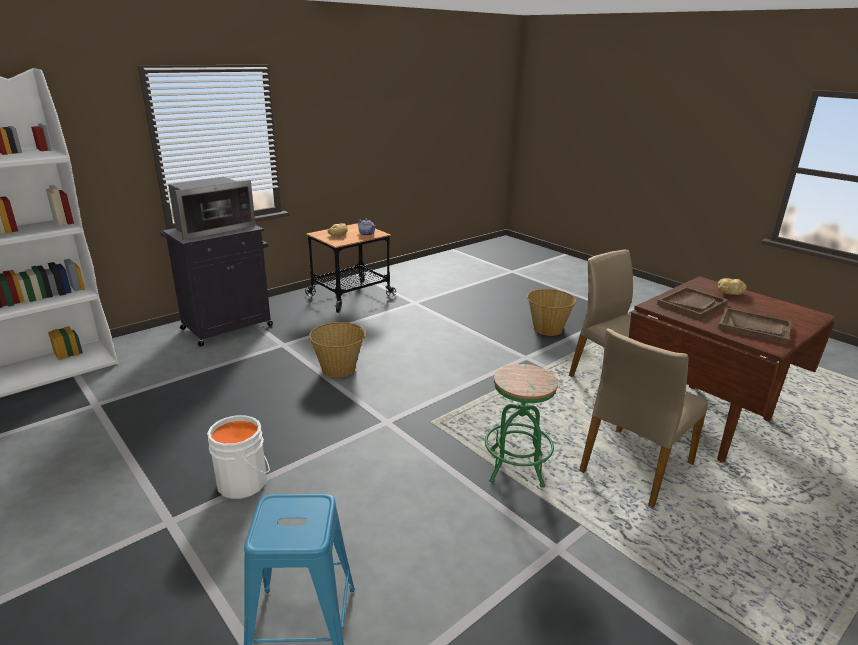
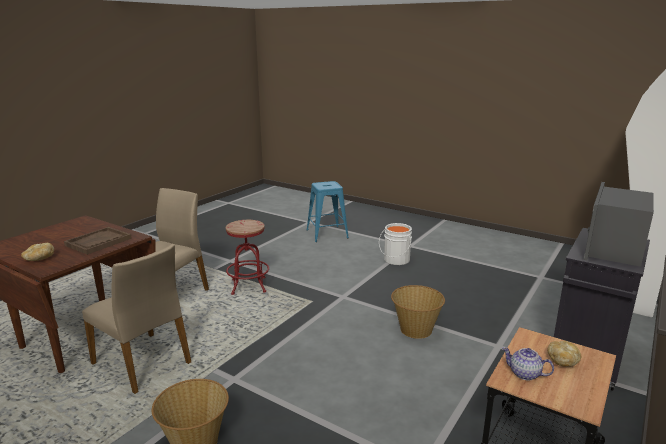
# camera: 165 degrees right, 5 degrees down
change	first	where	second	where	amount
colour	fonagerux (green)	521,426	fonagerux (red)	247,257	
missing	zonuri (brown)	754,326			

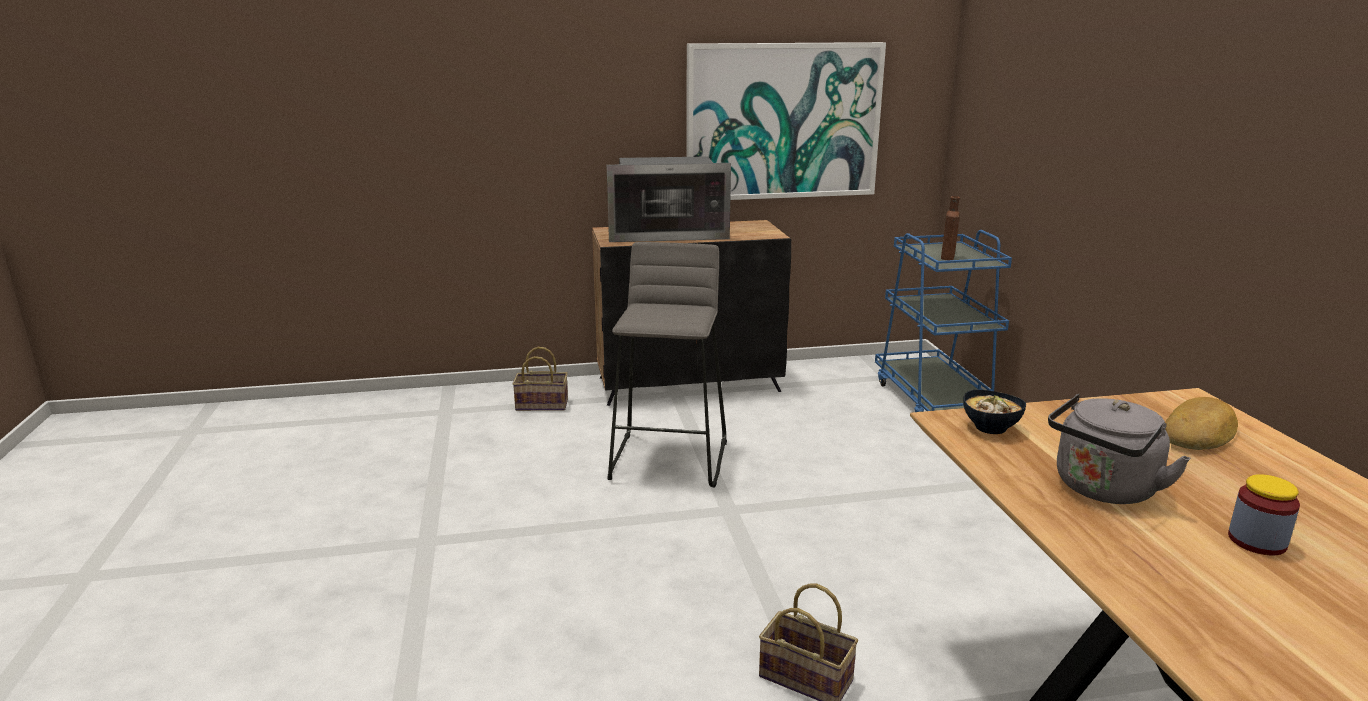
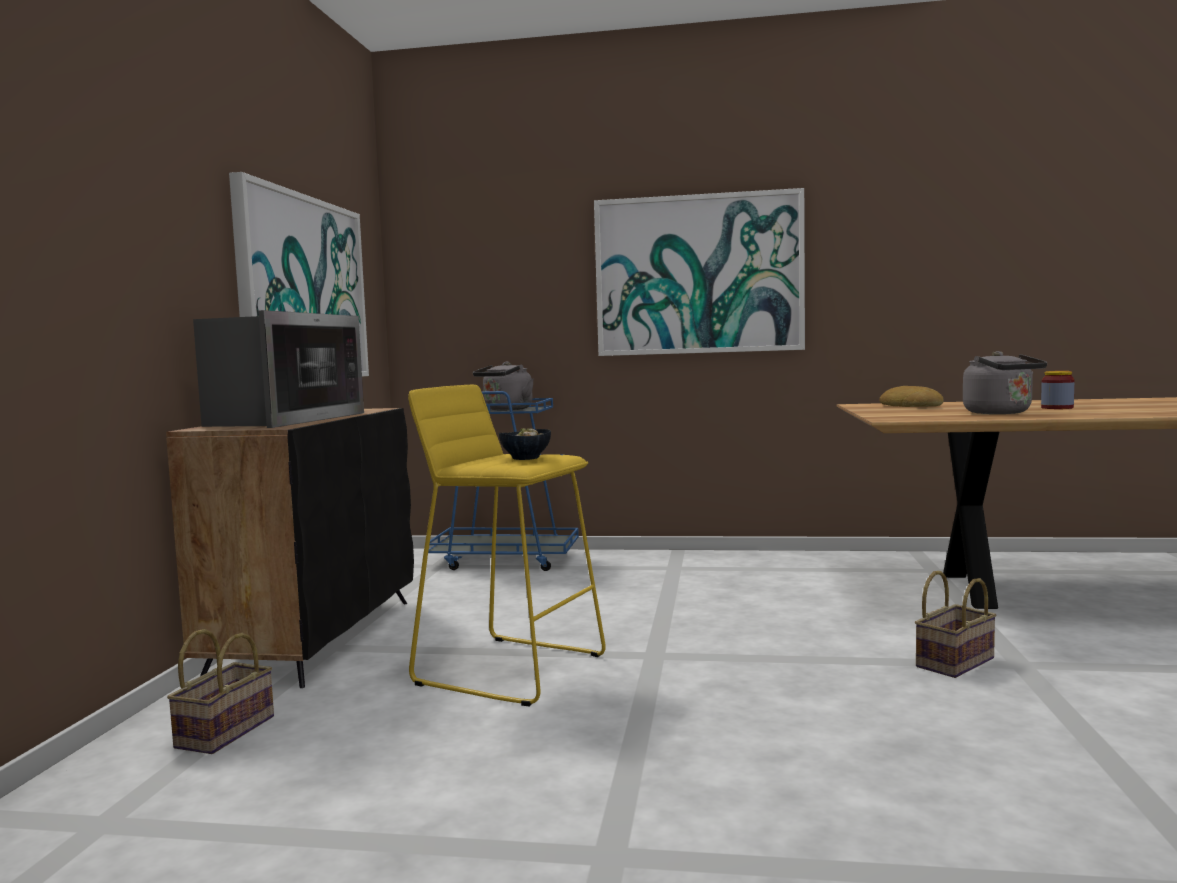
# camera: 70 degrees left, 15 degrees down
change	first	where	second	where	amount
colour	fonagerux (grey)	667,365	fonagerux (yellow)	507,545	
exchanged	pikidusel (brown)	950,228	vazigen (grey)	503,386	
relocated	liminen	994,411		525,444	
appeared			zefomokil	699,272	

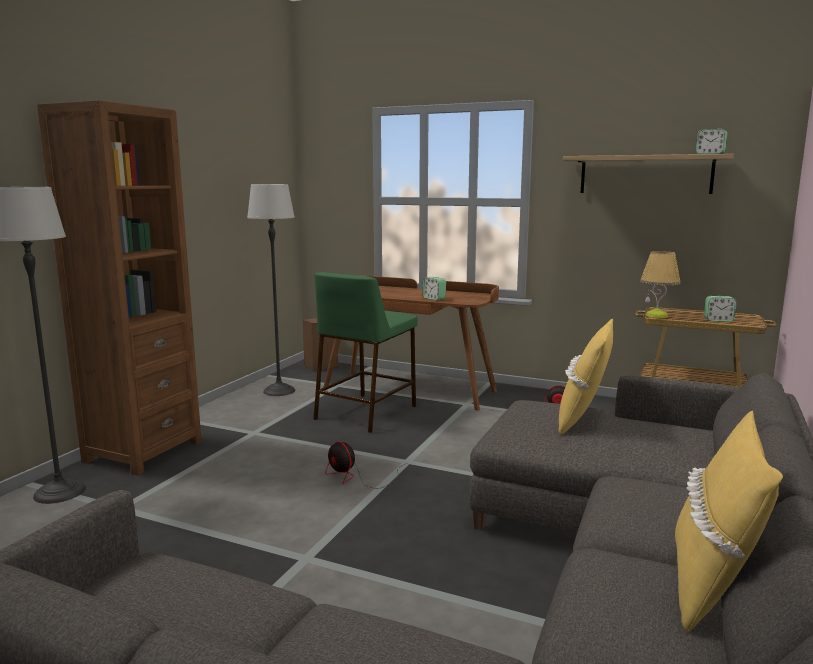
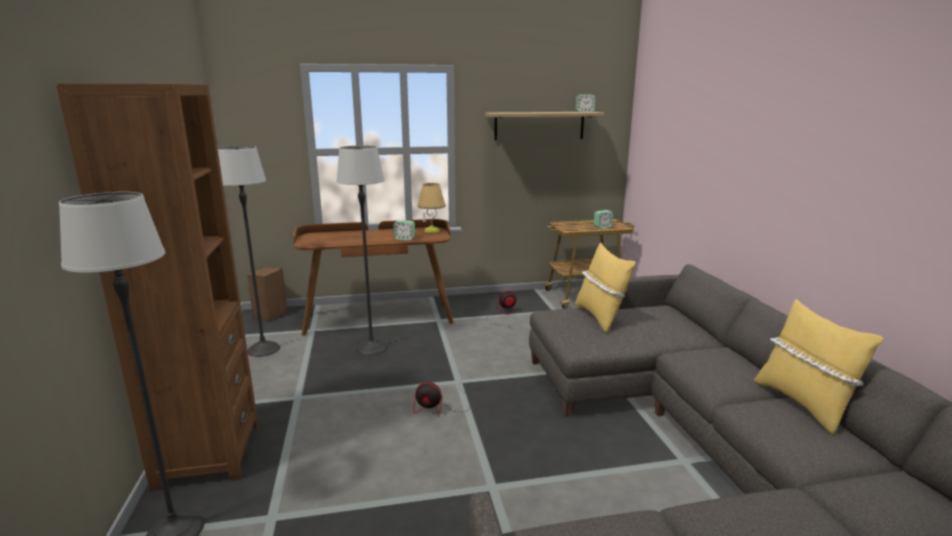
# camera: 35 degrees left, 5 degrees up
change	first	where	second	where	amount
exchanged	fonagerux (green)	365,352	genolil	361,251	
relocated	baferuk	660,284		431,208	

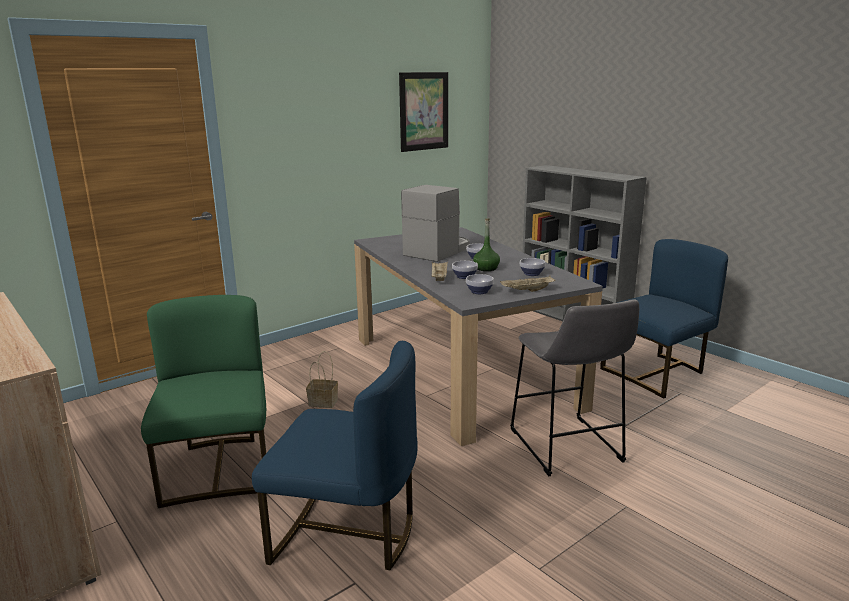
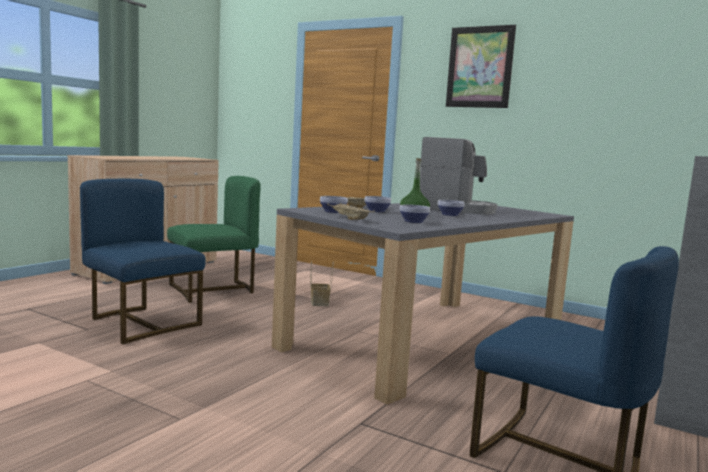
# camera: 70 degrees right, 10 degrees down
change	first	where	second	where	amount
spun	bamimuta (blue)	334,455		143,261	135 degrees clockwise
relocated	zefomokil	423,112		481,66	
missing	fonagerux (grey)	574,387			

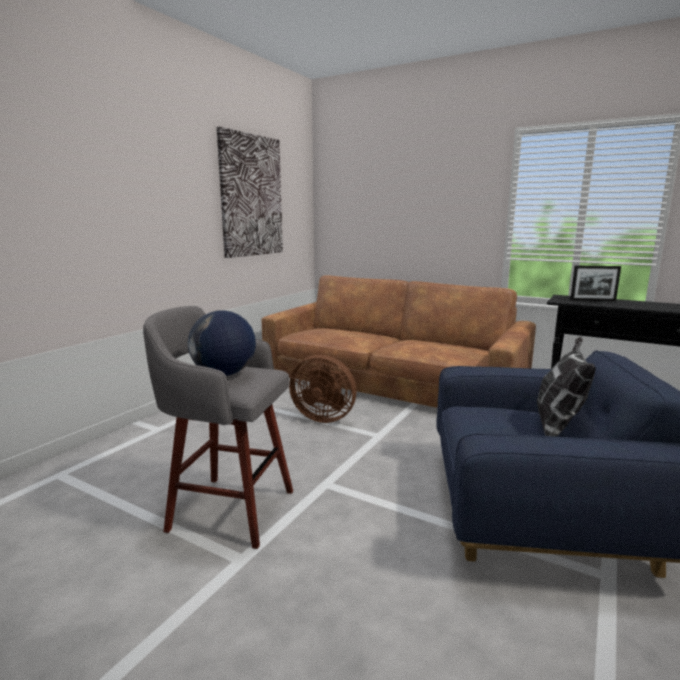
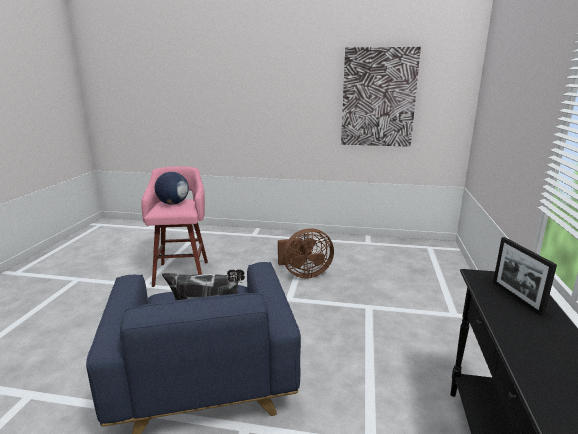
# camera: 70 degrees right, 5 degrees up
change	first	where	second	where	amount
colour	fonagerux (grey)	218,427	fonagerux (pink)	174,226	
missing	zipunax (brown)	399,341			
spun	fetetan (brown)	323,389		306,253	105 degrees counterclockwise

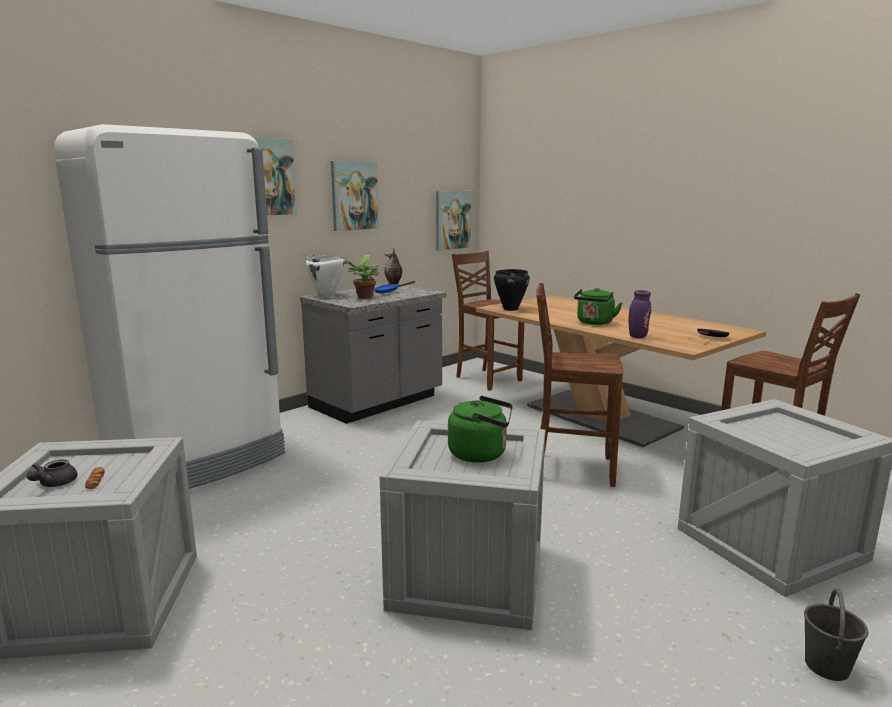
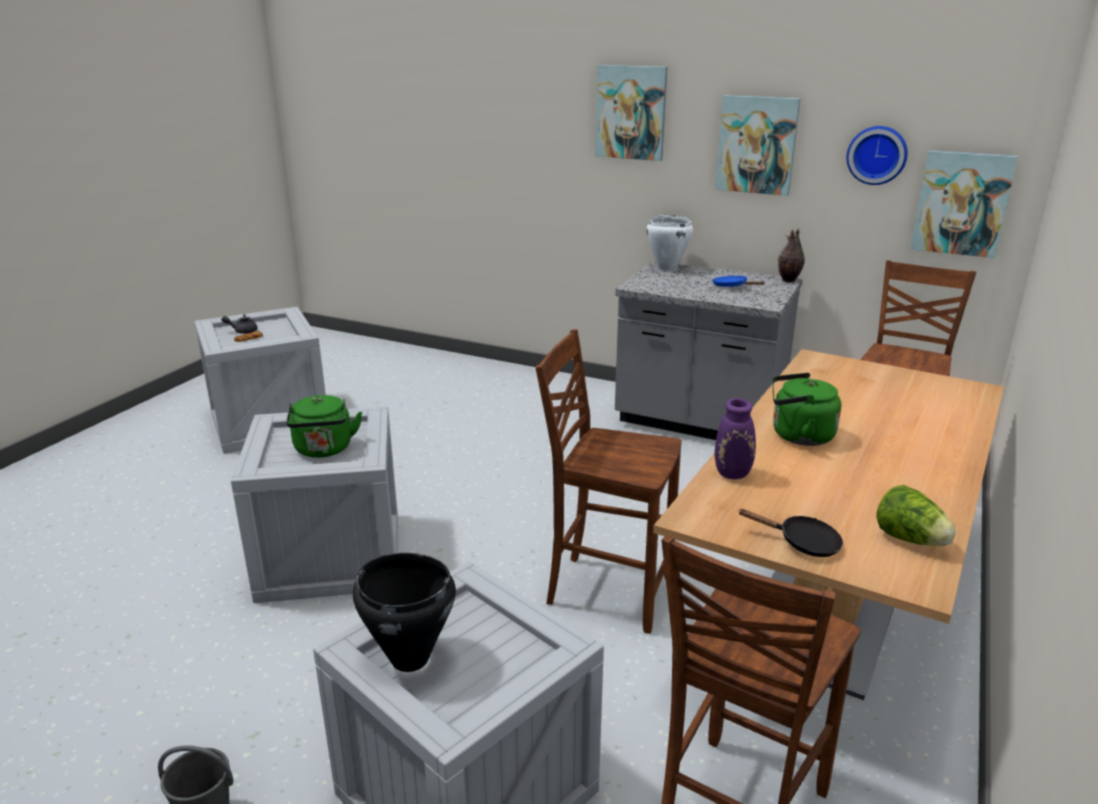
# camera: 70 degrees right, 10 degrees up
change	first	where	second	where	amount
missing	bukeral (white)	169,306			
missing	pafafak	361,277			
relocated	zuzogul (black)	512,290		404,612	
spun	bamimuta (brown)	579,385		609,481	60 degrees counterclockwise
appeared			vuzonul	877,155	
appeared			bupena	916,515	

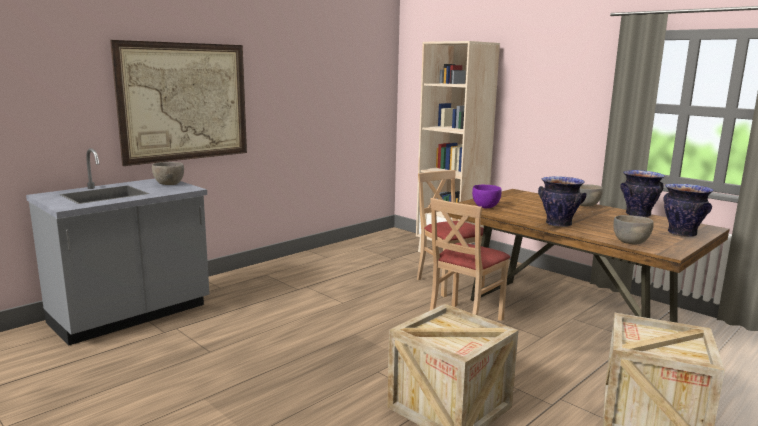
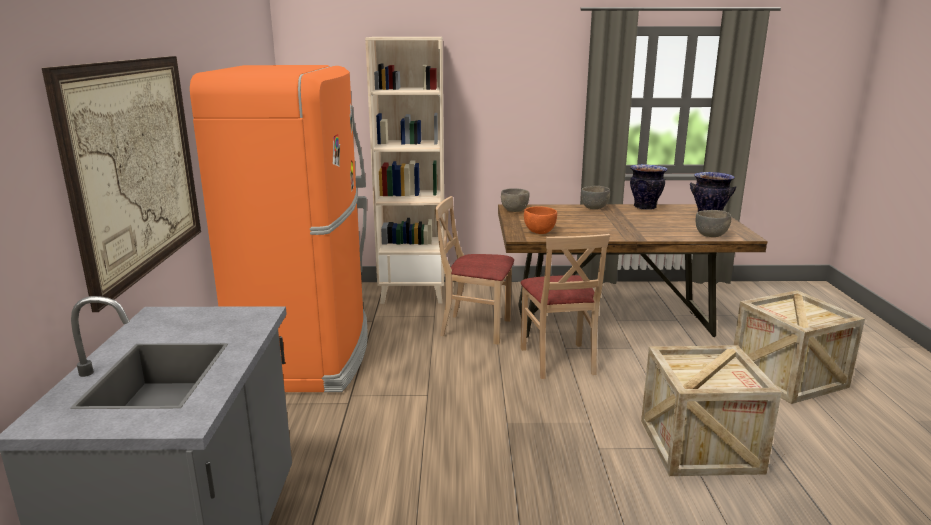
# camera: 45 degrees left, 5 degrees up
change	first	where	second	where	amount
relocated	liminen (grey)	168,173		515,200	
colour	liminen (purple)	487,196	liminen (orange)	540,220	
missing	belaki	562,201			
appeared			bukeral (orange)	279,228	

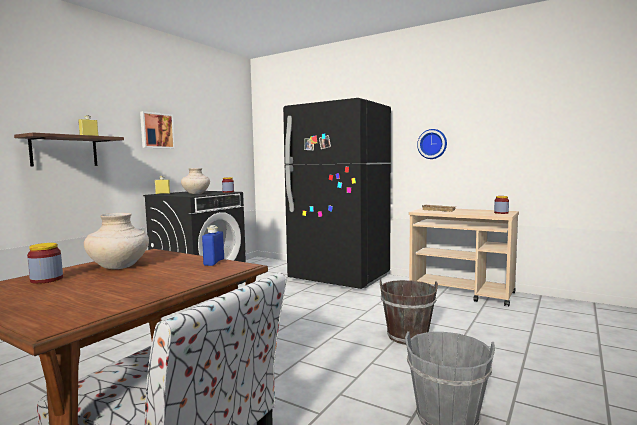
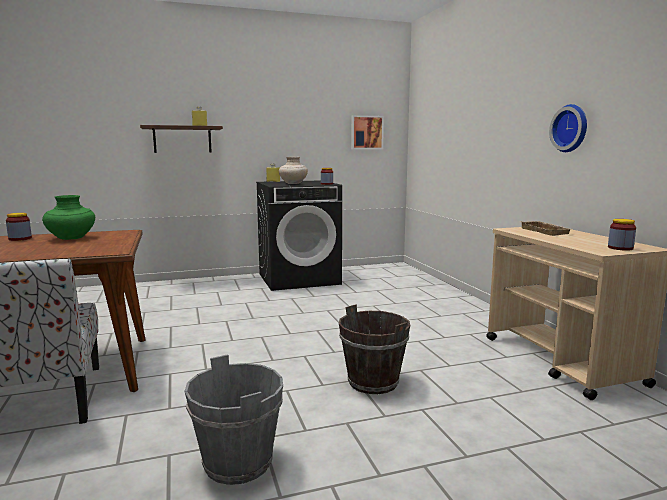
# camera: 40 degrees right, 5 degrees up
change	first	where	second	where	amount
colour	belaki (beige)	116,241	belaki (green)	68,217	
relocated	zefomokil	157,130		367,132	
missing	pikidusel (blue)	213,245			
missing	bukeral (black)	337,193			

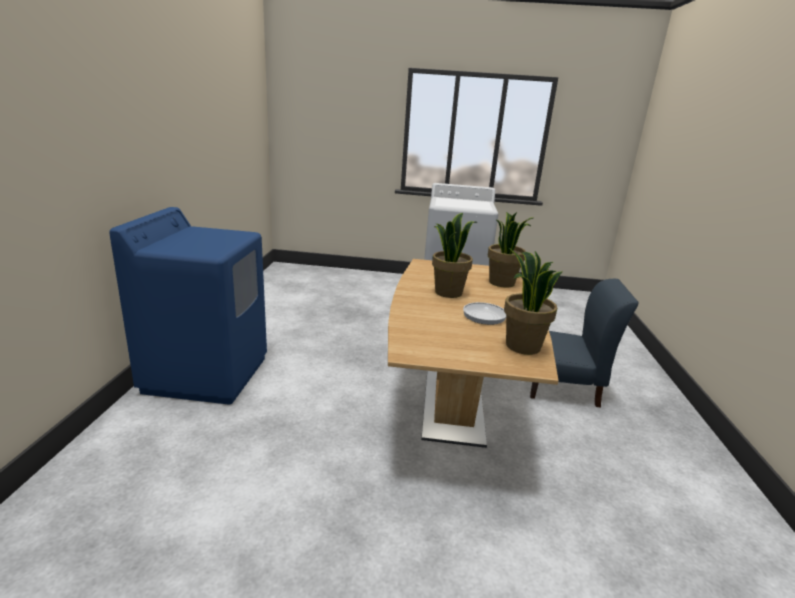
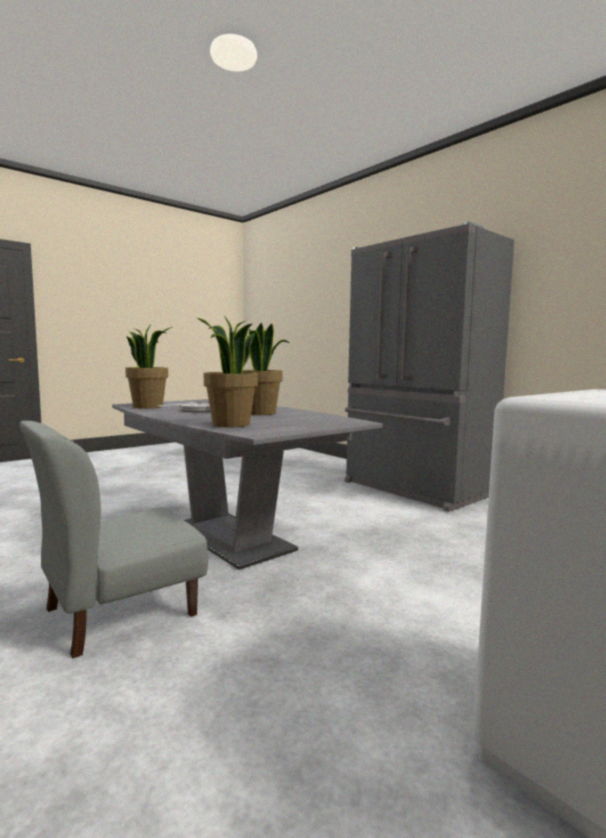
# camera: 135 degrees right, 15 degrees down
change	first	where	second	where	amount
exchanged	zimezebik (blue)	188,306	bukeral (grey)	429,367	
colour	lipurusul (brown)	473,353	lipurusul (grey)	247,484	
colour	bamimuta (blue)	584,343	bamimuta (grey)	114,540	

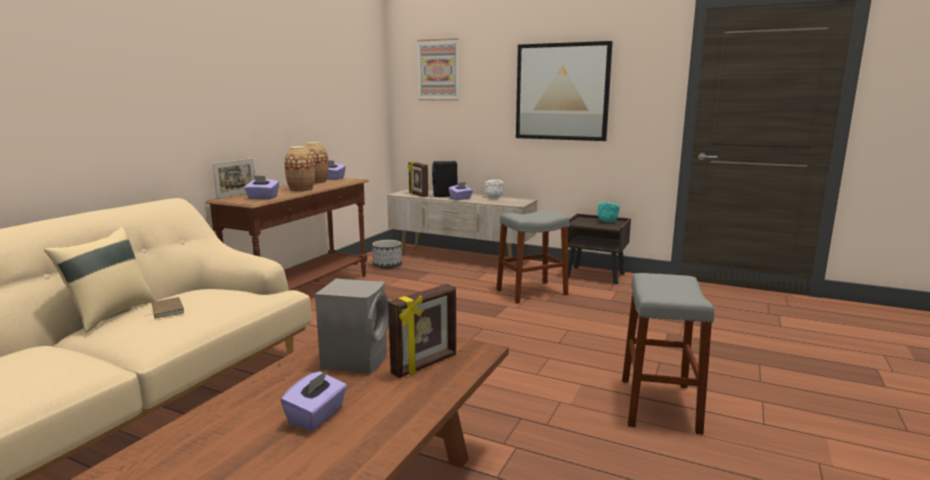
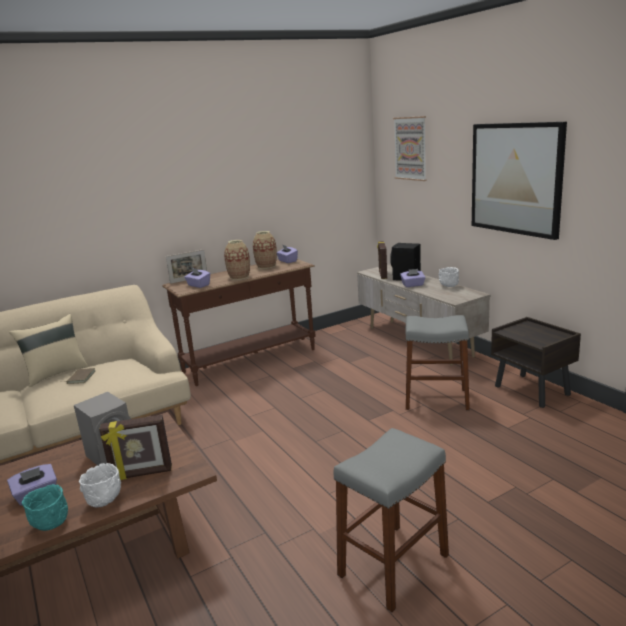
# camera: 35 degrees right, 5 degrees up
change	first	where	second	where	amount
missing	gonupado	387,254			
relocated	liminen (turquoise)	609,212		45,507	
appeared			liminen (white)	100,485	

